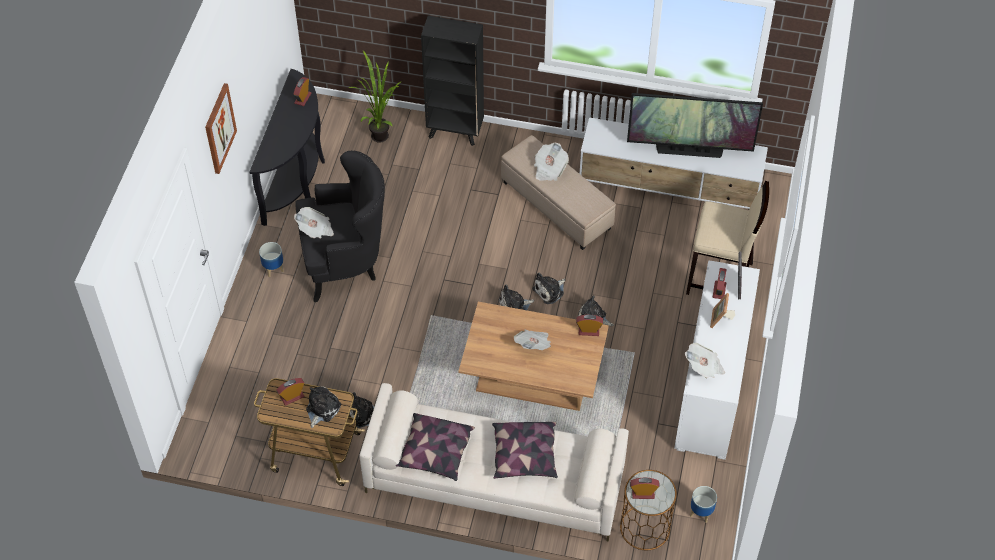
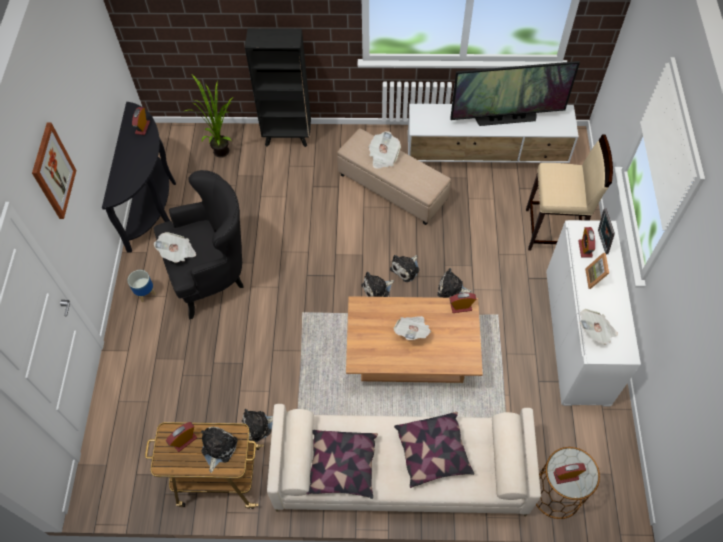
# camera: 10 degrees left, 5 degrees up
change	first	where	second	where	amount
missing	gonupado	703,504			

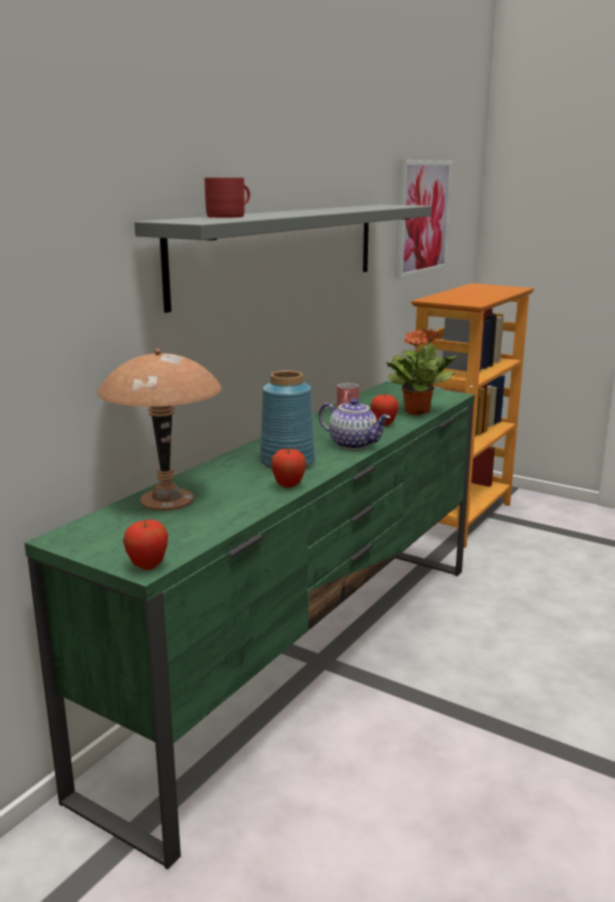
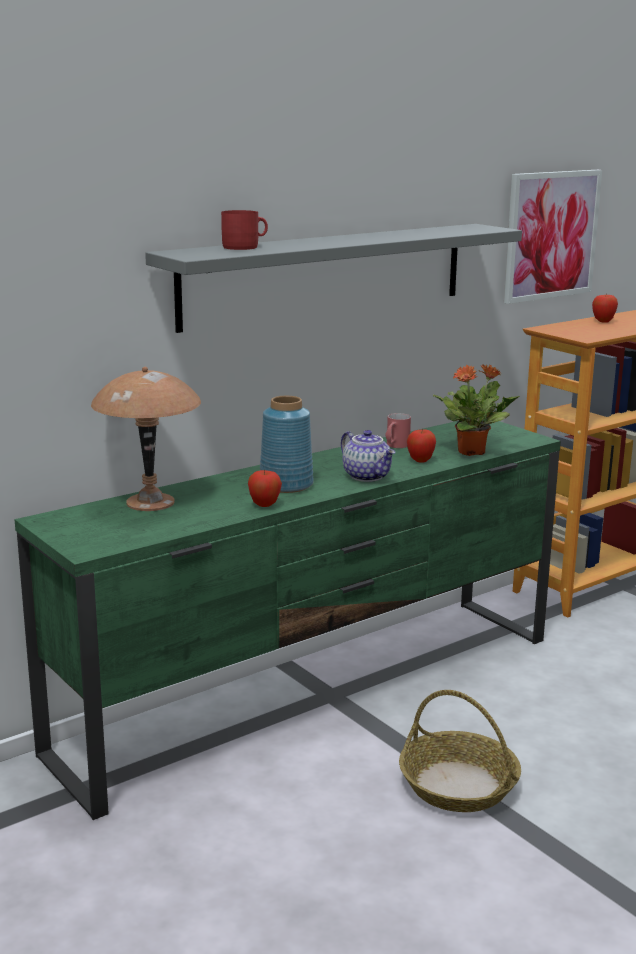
# camera: 20 degrees right, 0 degrees up
change	first	where	second	where	amount
relocated	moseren	145,545		605,308	
appeared			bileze	460,751	

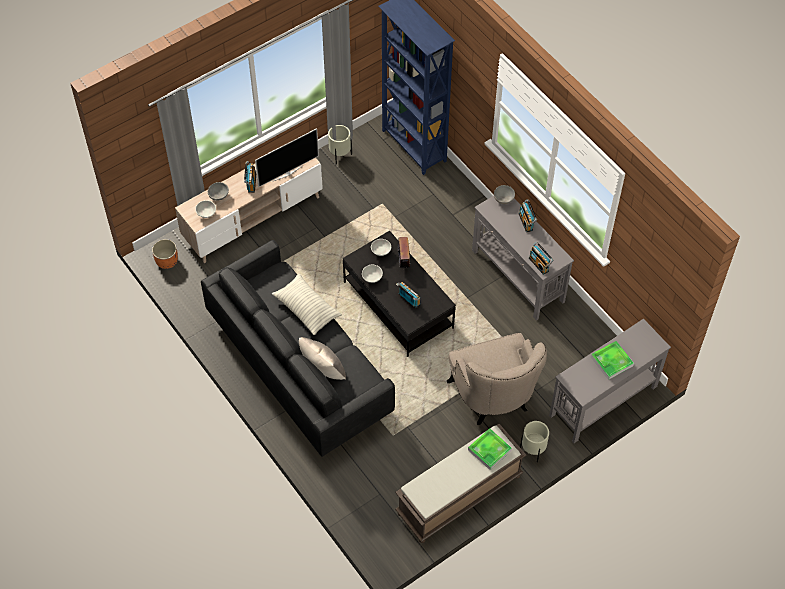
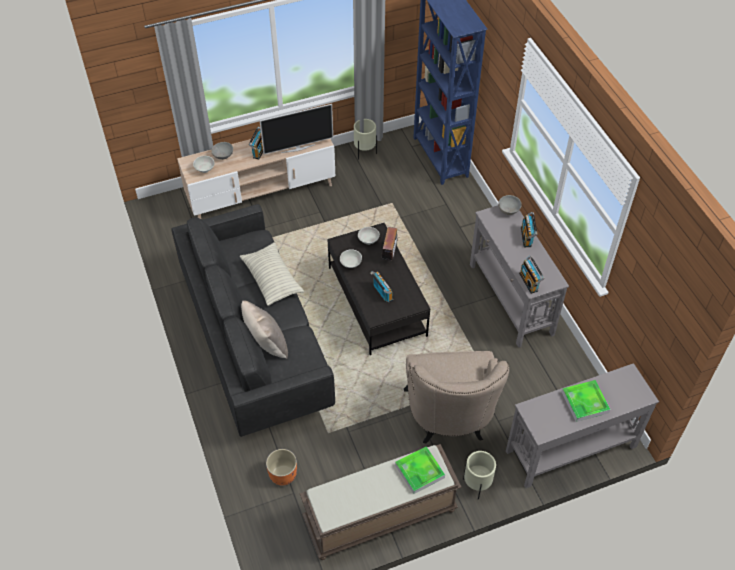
# camera: 15 degrees right, 5 degrees down
change	first	where	second	where	amount
relocated	gonupado (orange)	165,254		281,467	

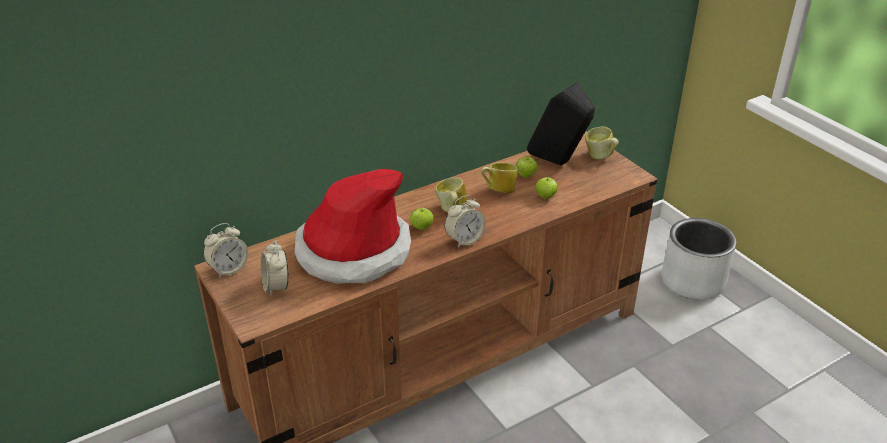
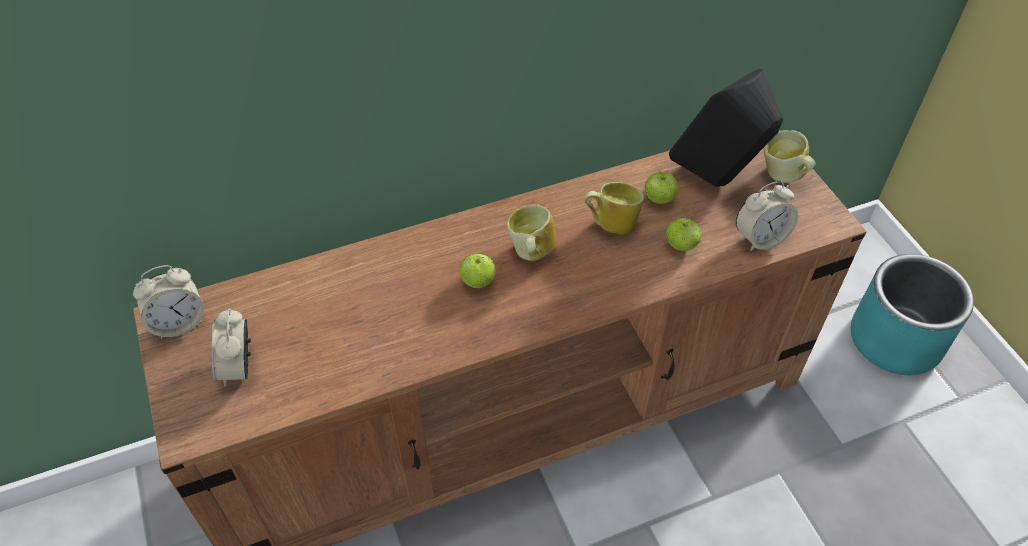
# camera: 10 degrees right, 15 degrees up
change	first	where	second	where	amount
missing	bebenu	352,226			
relocated	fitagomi	465,221		767,216	
colour	gonupado (grey)	699,259	gonupado (turquoise)	912,314	

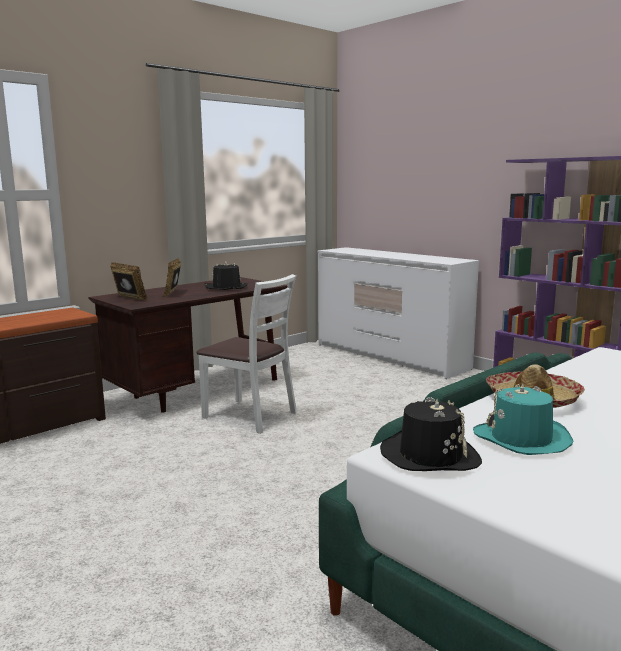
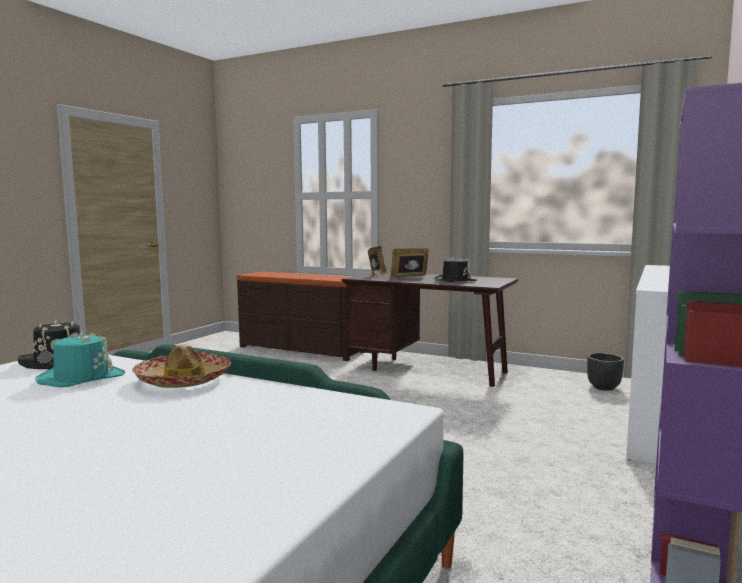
# camera: 70 degrees right, 5 degrees down
change	first	where	second	where	amount
missing	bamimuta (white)	247,354			
appeared			gonupado (black)	605,371	

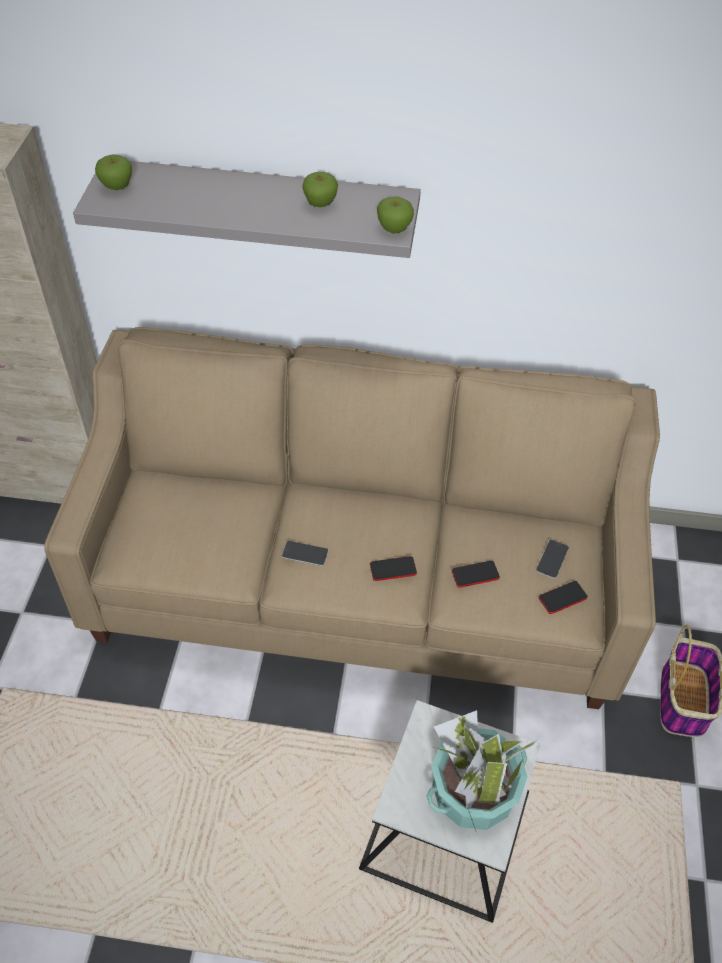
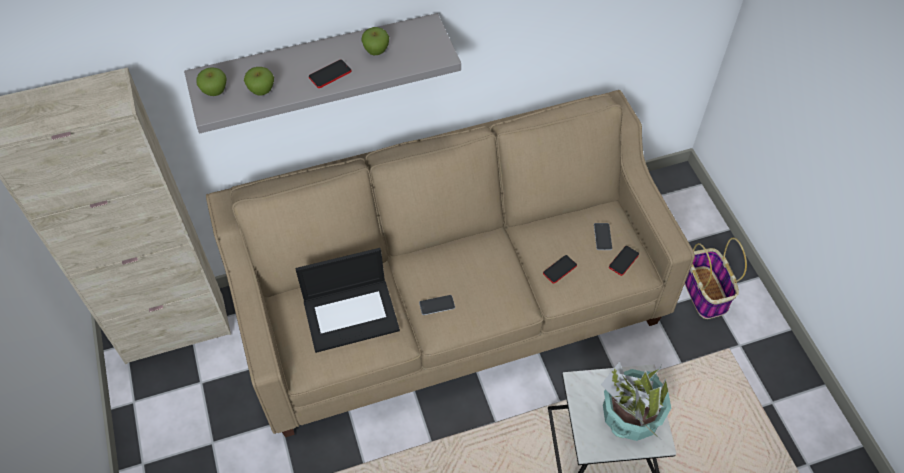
# camera: 25 degrees left, 5 degrees up
change	first	where	second	where	amount
relocated	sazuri	393,568		330,73	
relocated	moseren	395,215		259,81	
appeared			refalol	348,300	

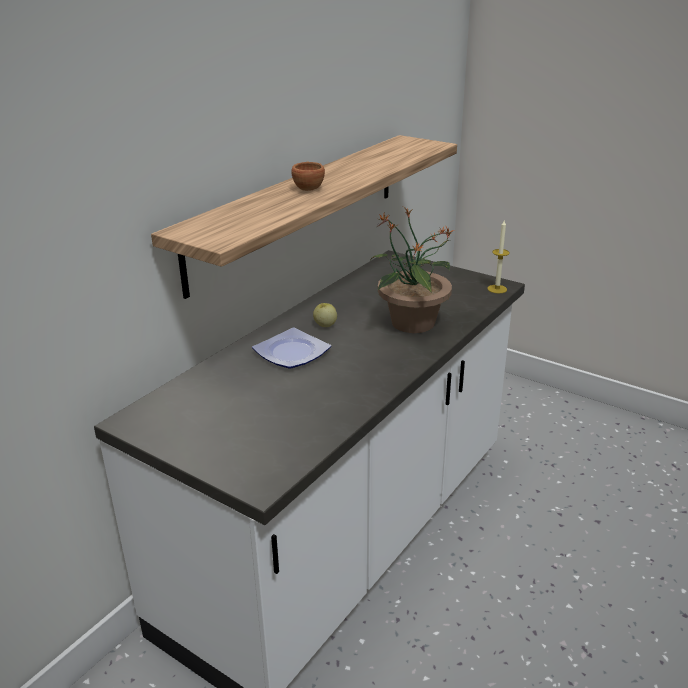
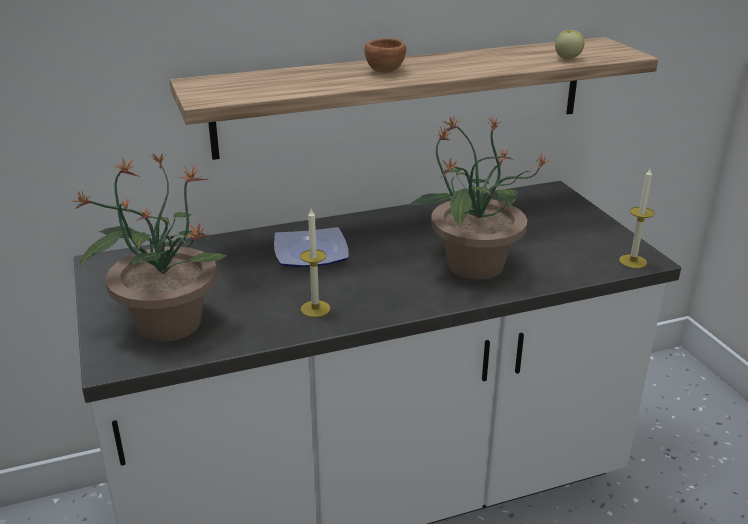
# camera: 35 degrees right, 0 degrees up
change	first	where	second	where	amount
relocated	moseren	325,315		570,44	
appeared			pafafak	149,247	
appeared			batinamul	315,263	

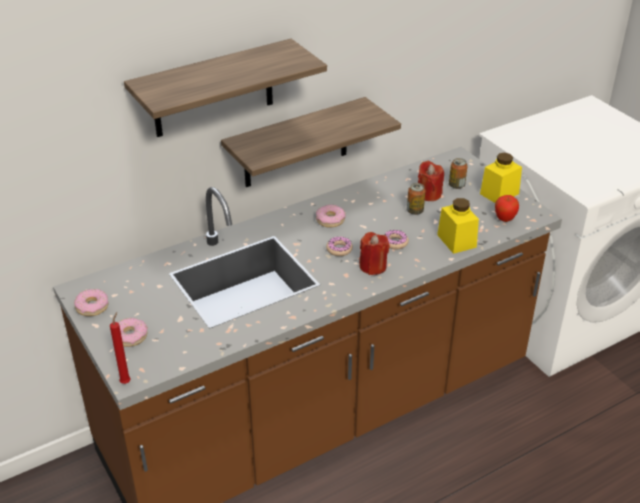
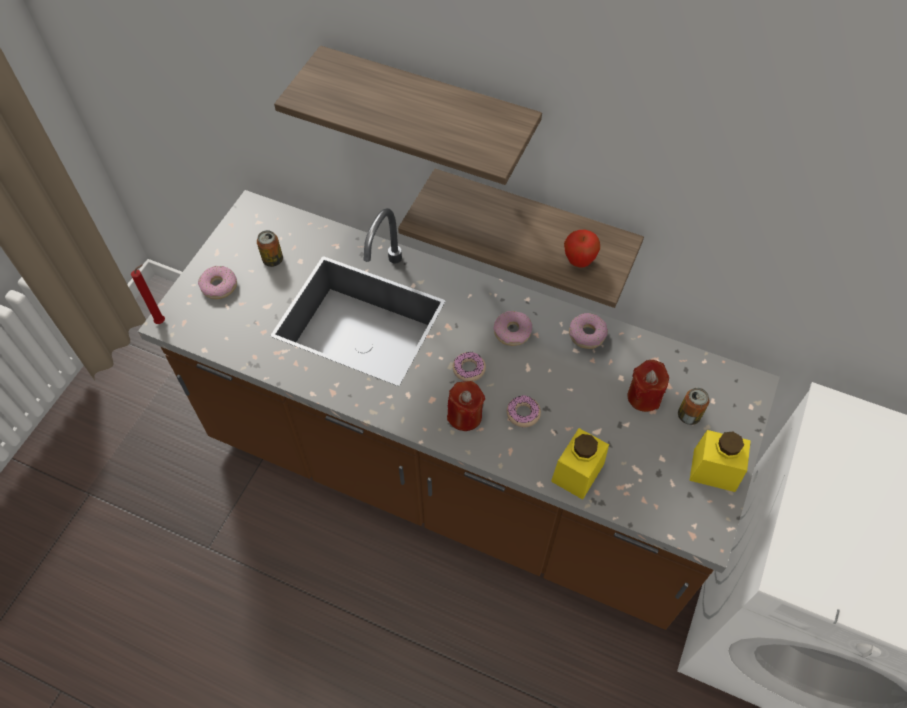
# camera: 55 degrees right, 20 degrees up
change	first	where	second	where	amount
relocated	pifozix	91,302		588,331	
relocated	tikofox	416,199		270,248	
relocated	moseren	507,208		582,248	

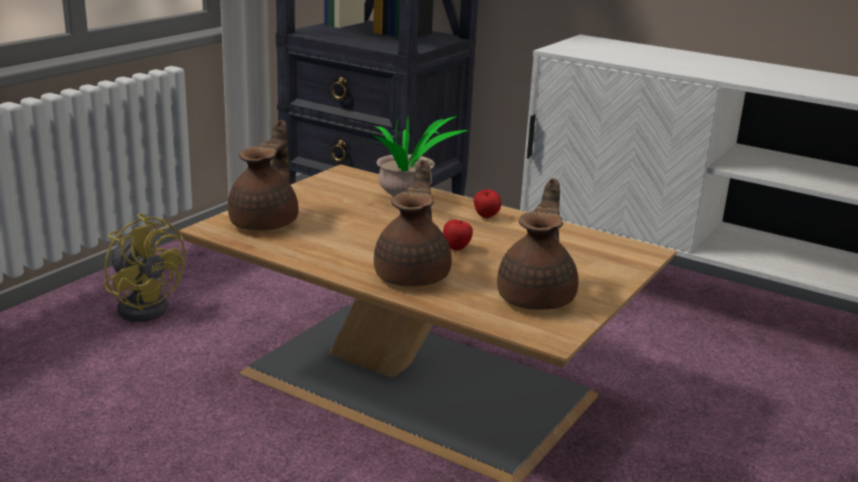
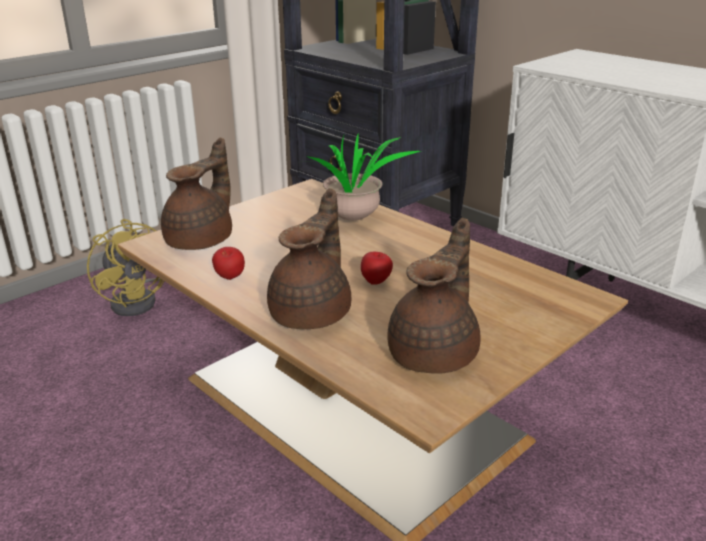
# camera: 15 degrees right, 5 degrees up
change	first	where	second	where	amount
relocated	moseren	487,203		228,263	

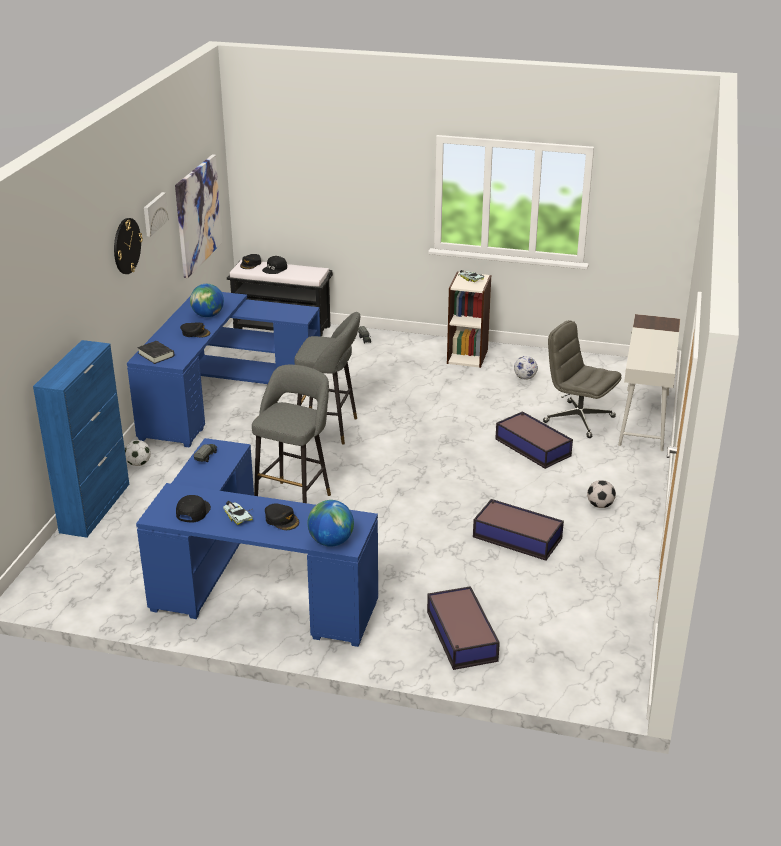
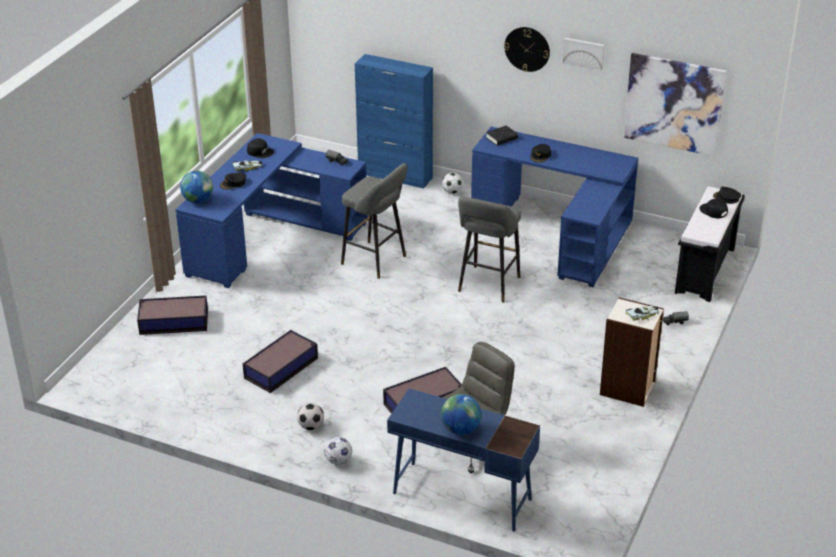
# camera: 100 degrees right, 5 degrees up
change	first	where	second	where	amount
relocated	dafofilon	207,300		461,414	
relocated	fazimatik	526,368		338,451	
colour	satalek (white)	649,382	satalek (blue)	463,459	

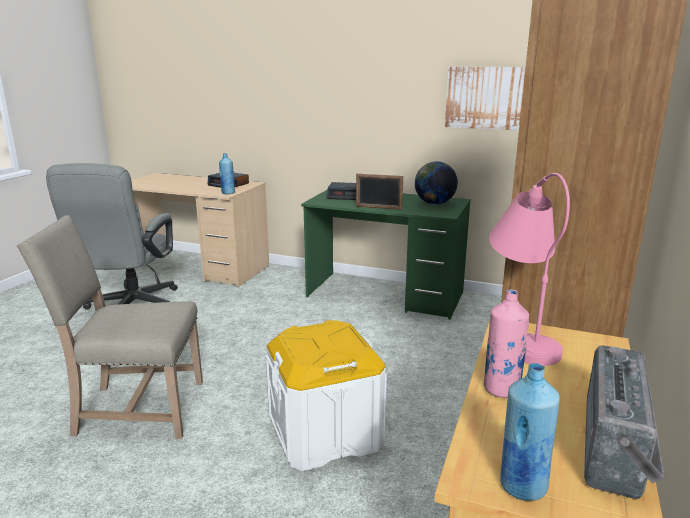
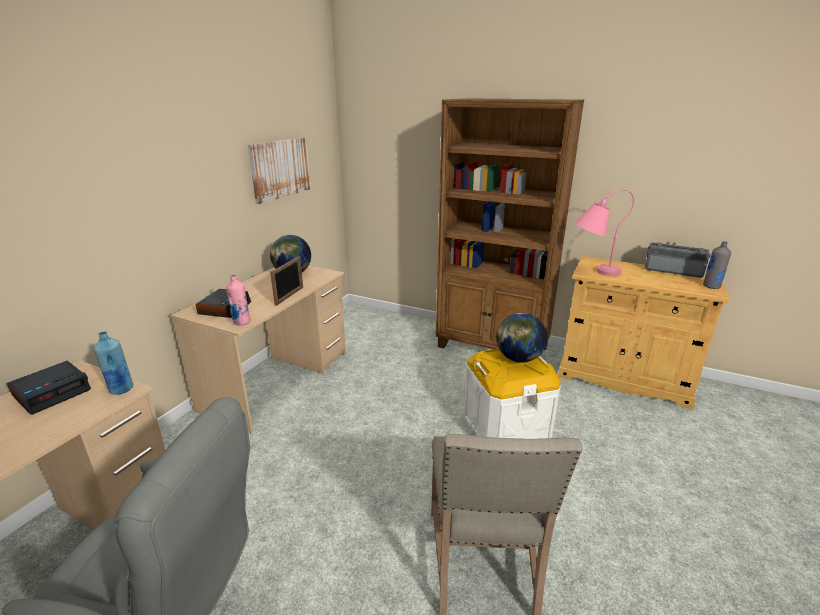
# camera: 85 degrees left, 5 degrees up
change	first	where	second	where	amount
colour	satalek (green)	386,255	satalek (beige)	258,349	
relocated	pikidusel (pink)	506,343		238,300	
colour	pikidusel (blue)	530,432	pikidusel (grey)	717,265	
appeared			dafofilon	521,337	

